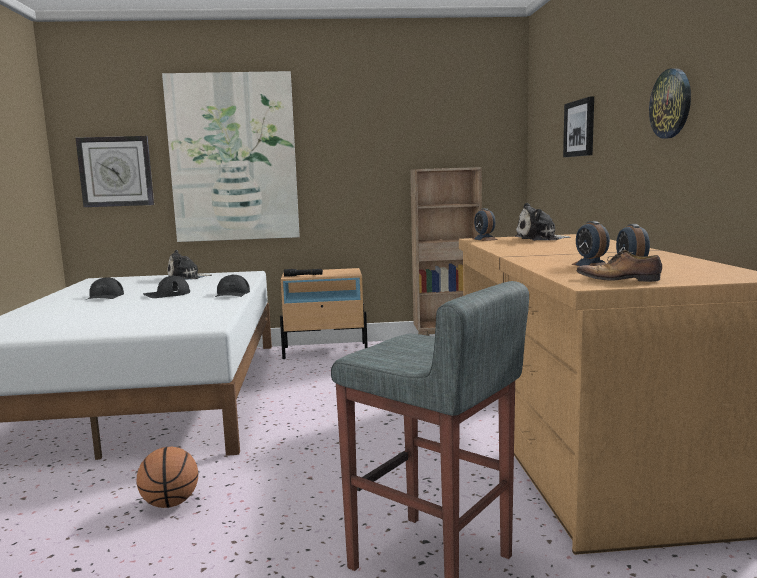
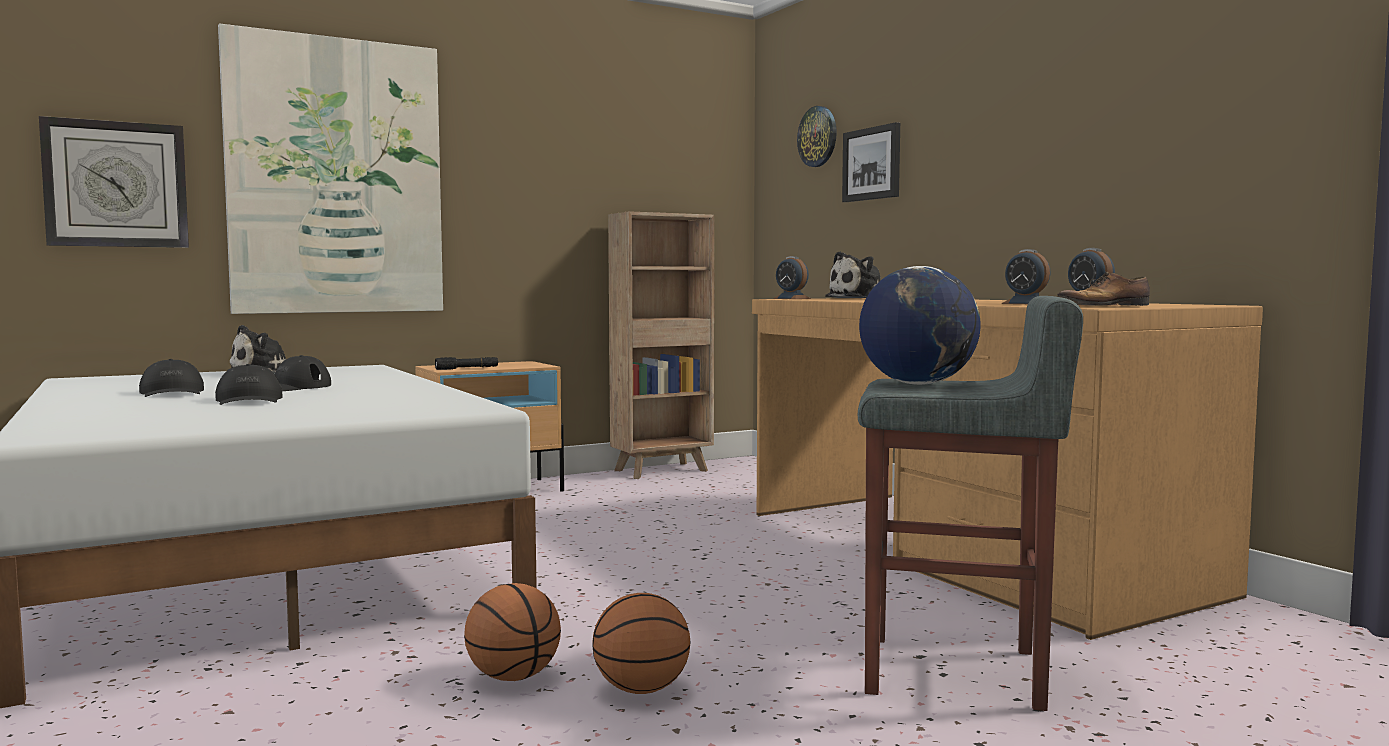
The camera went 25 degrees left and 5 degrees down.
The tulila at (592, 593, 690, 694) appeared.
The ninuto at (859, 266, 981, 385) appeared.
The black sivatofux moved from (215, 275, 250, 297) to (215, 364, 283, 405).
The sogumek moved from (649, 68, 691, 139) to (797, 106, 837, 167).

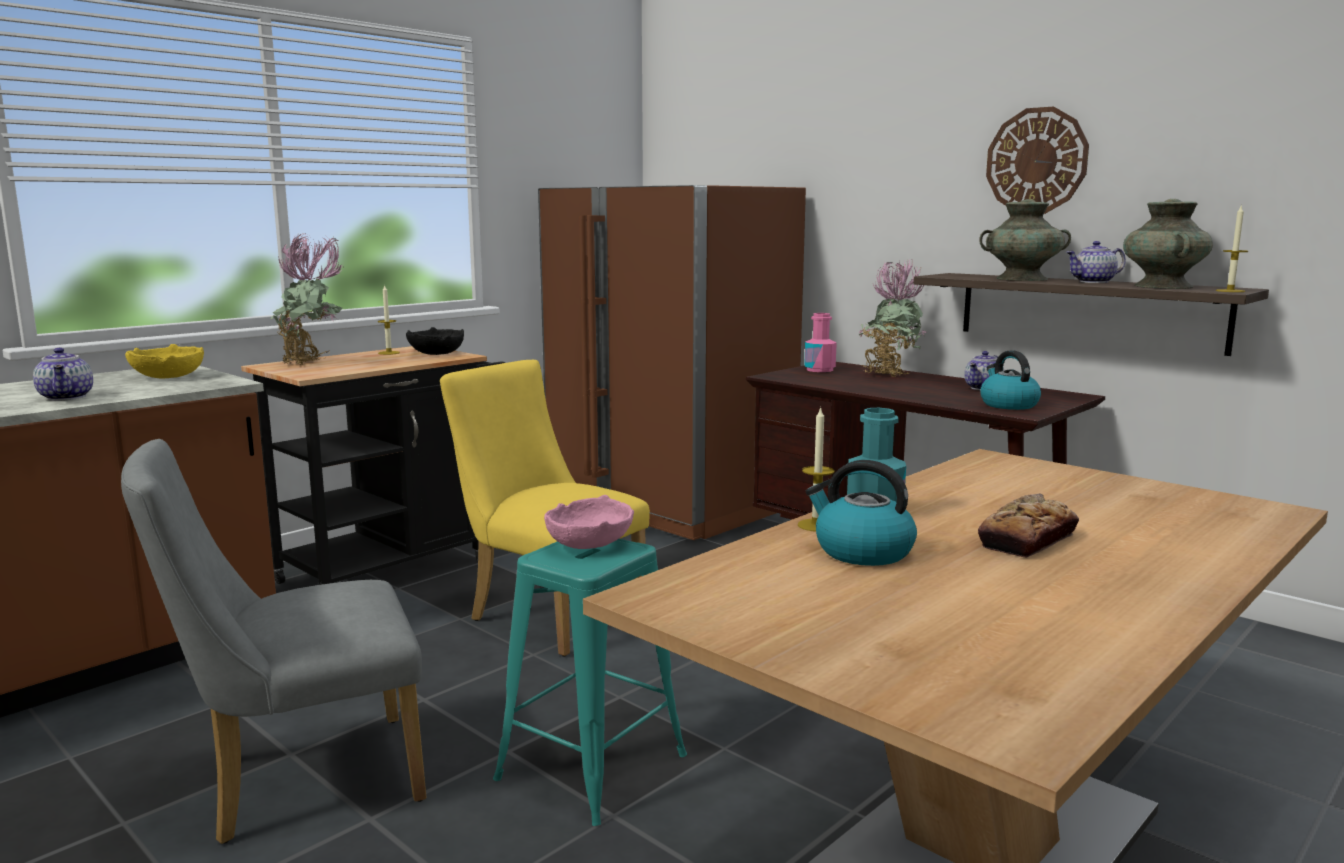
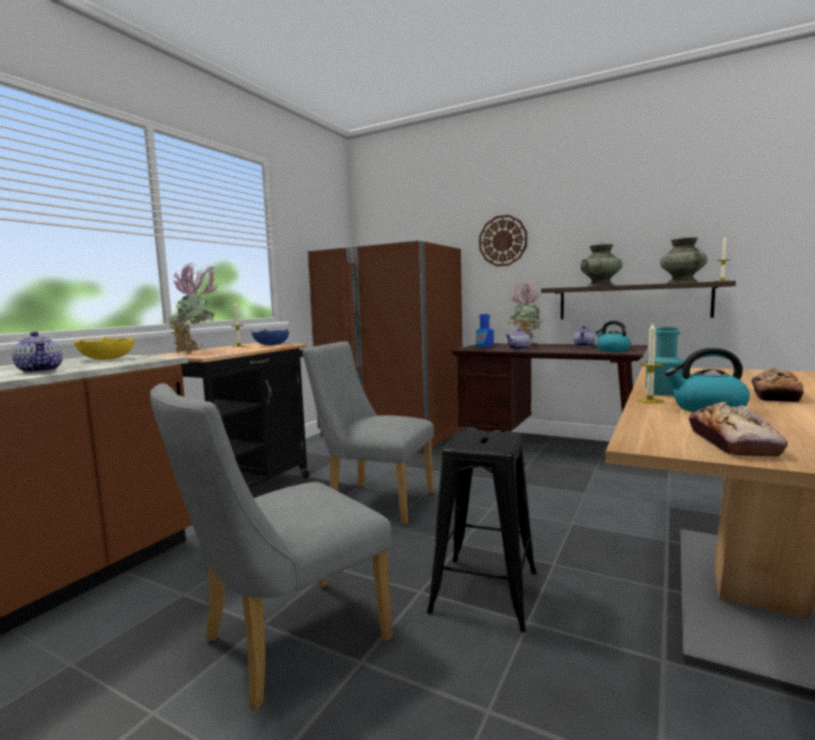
The camera went 15 degrees left and 5 degrees down.
The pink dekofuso at (544, 495, 634, 549) disappeared.
The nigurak at (689, 402, 788, 457) appeared.
The sogumek moved from (986, 107, 1089, 214) to (479, 215, 527, 267).
The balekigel moved from (1066, 241, 1126, 283) to (505, 329, 533, 350).
The black dekofuso at (406, 327, 464, 355) became the blue dekofuso at (251, 329, 289, 345).
The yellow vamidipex at (440, 360, 650, 657) became the grey vamidipex at (303, 341, 434, 525).
The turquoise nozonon at (493, 539, 687, 826) became the black nozonon at (427, 430, 537, 632).
The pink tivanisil at (804, 313, 837, 372) became the blue tivanisil at (476, 314, 494, 347).

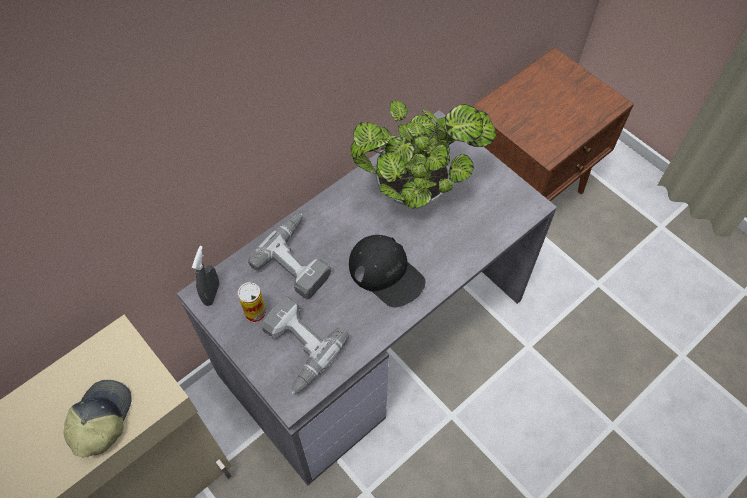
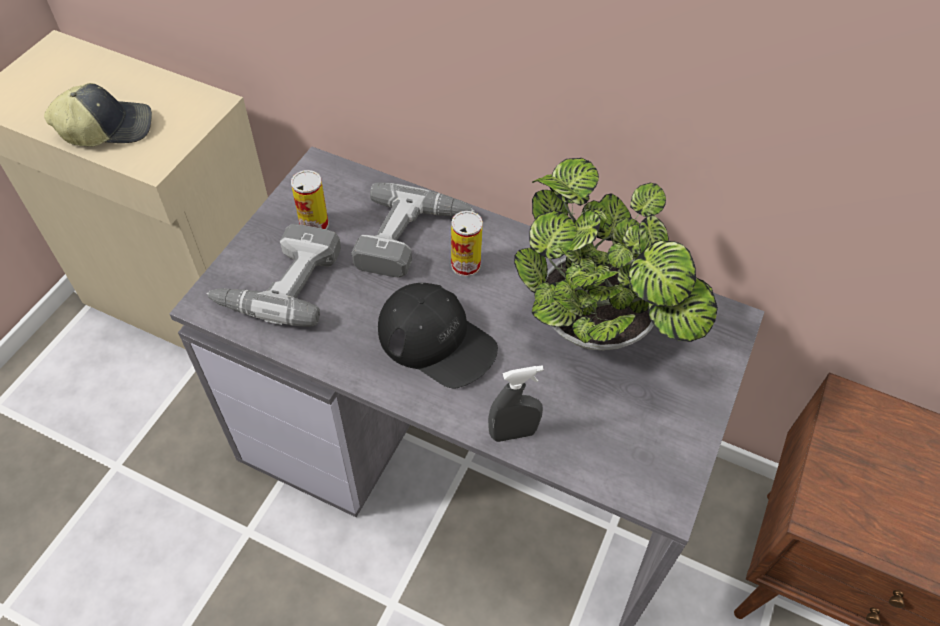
The camera went 65 degrees right and 5 degrees down.
The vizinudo at (451, 211, 483, 277) appeared.
The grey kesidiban moved from (192, 246, 219, 306) to (488, 365, 544, 442).
The black sivatofux at (349, 235, 425, 308) turned 75 degrees counterclockwise.

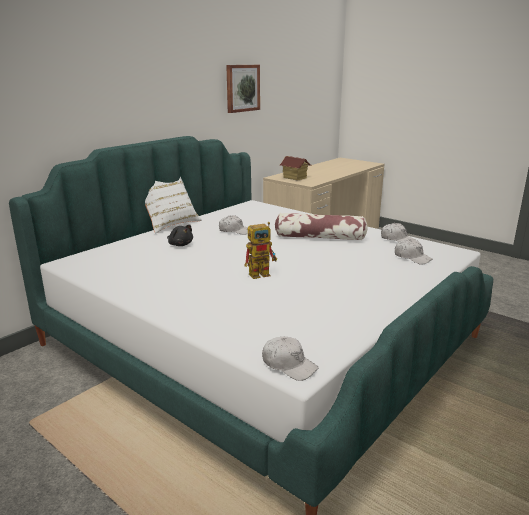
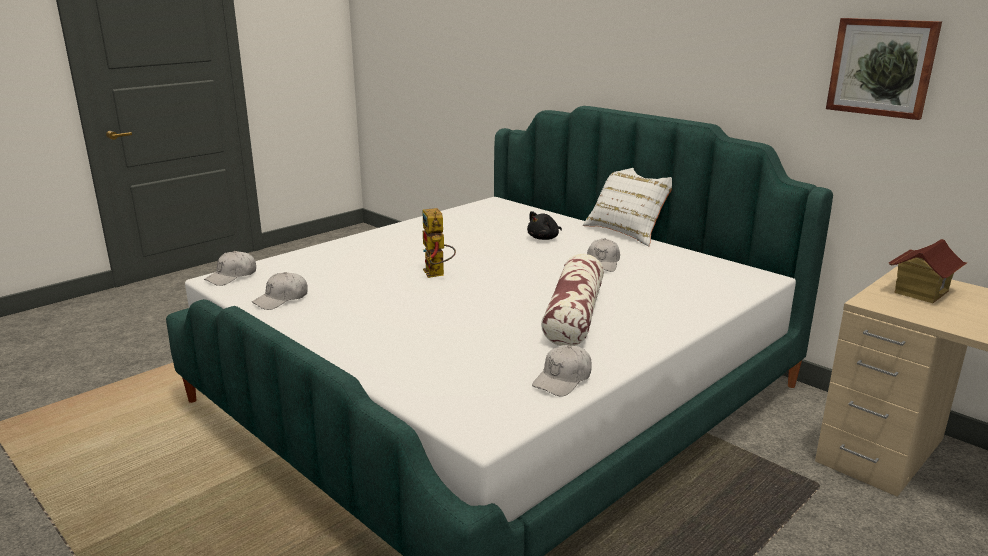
The camera went 95 degrees right and 0 degrees up.
The white sivatofux moved from (395, 239, 432, 265) to (252, 272, 307, 310).

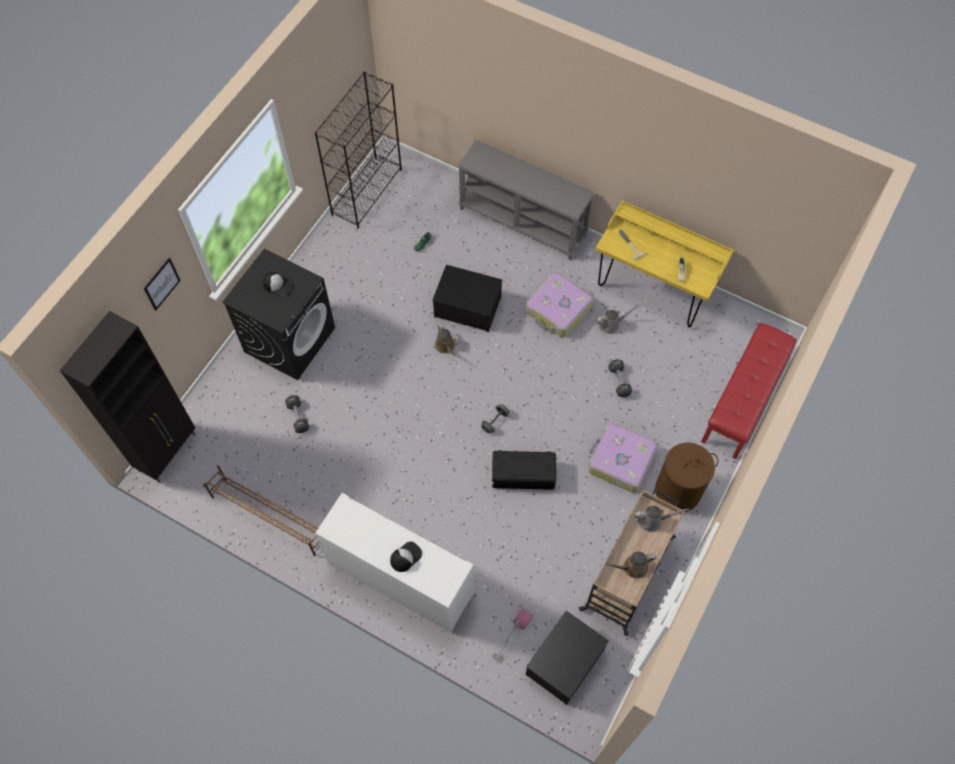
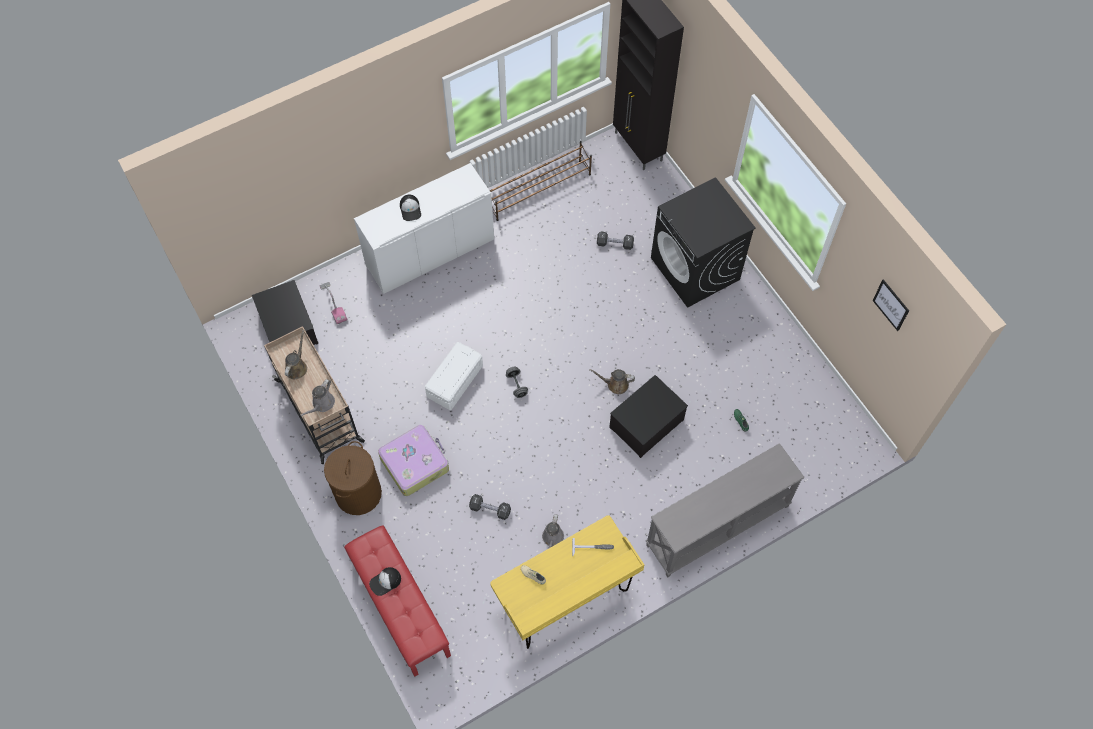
The camera went 120 degrees right and 0 degrees up.
The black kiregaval at (314, 71, 402, 229) disappeared.
The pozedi at (526, 273, 593, 337) disappeared.
The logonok moved from (143, 258, 181, 311) to (873, 279, 909, 331).
The sivatofux moved from (263, 272, 292, 297) to (369, 567, 401, 596).
The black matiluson at (492, 450, 556, 490) became the white matiluson at (425, 342, 483, 410).

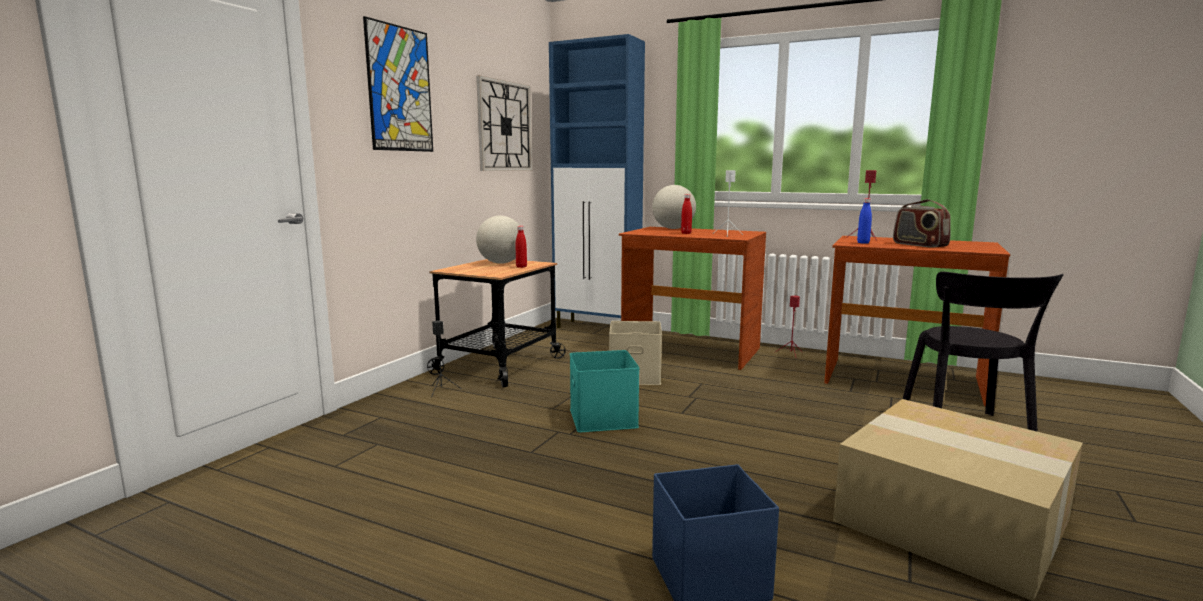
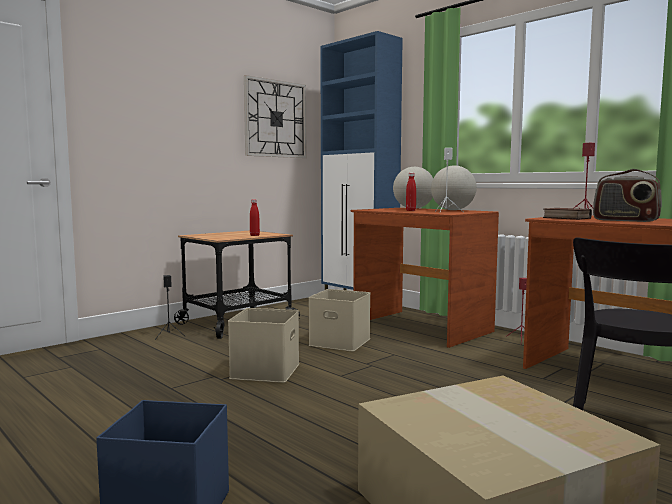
The camera went 20 degrees right and 5 degrees down.
The logonok at (363, 16, 433, 152) disappeared.
The ninuto moved from (476, 216, 520, 264) to (431, 165, 477, 210).
The blue tivanisil at (857, 198, 872, 244) was replaced by the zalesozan at (543, 208, 592, 220).
The turquoise matiluson at (570, 350, 640, 432) became the beige matiluson at (228, 308, 299, 383).
The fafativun at (893, 199, 951, 248) turned 45 degrees counterclockwise.

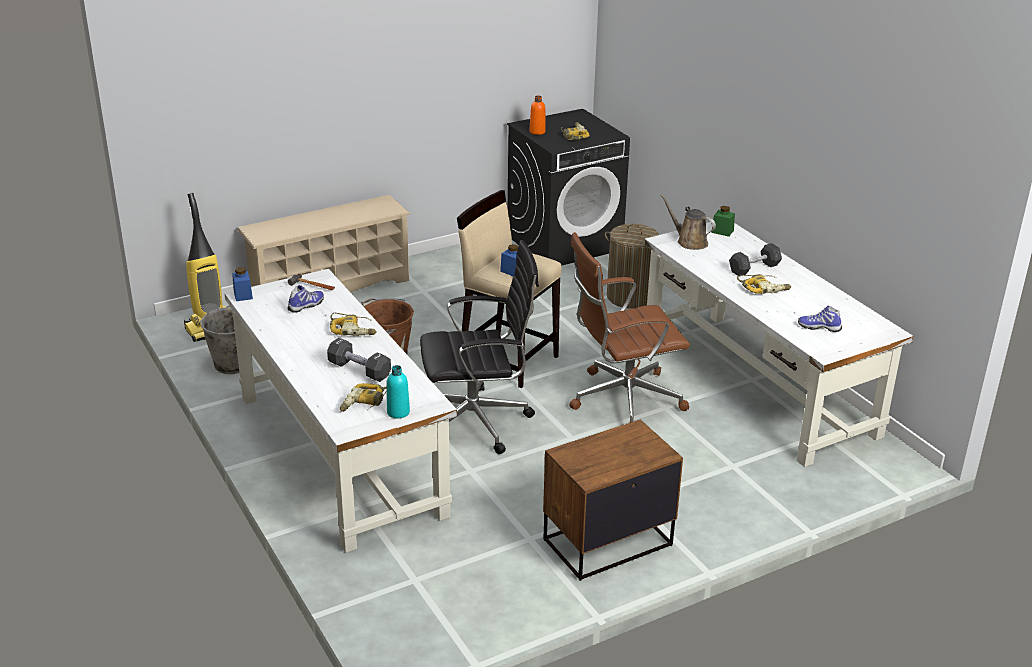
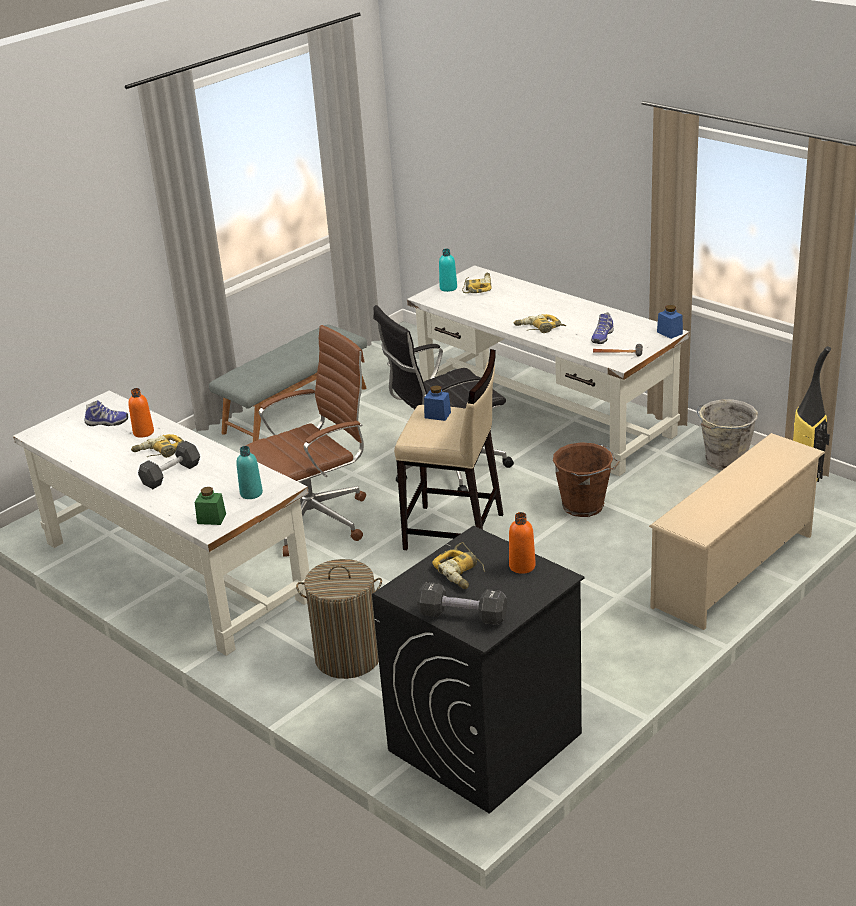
The camera went 165 degrees right and 0 degrees up.
The orange tivanisil at (128, 388, 154, 438) appeared.
The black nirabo moved from (327, 338, 391, 382) to (417, 582, 507, 625).
The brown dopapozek at (543, 419, 683, 581) was replaced by the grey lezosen at (209, 324, 367, 442).
The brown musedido at (660, 194, 716, 250) was replaced by the turquoise tivanisil at (236, 446, 263, 499).

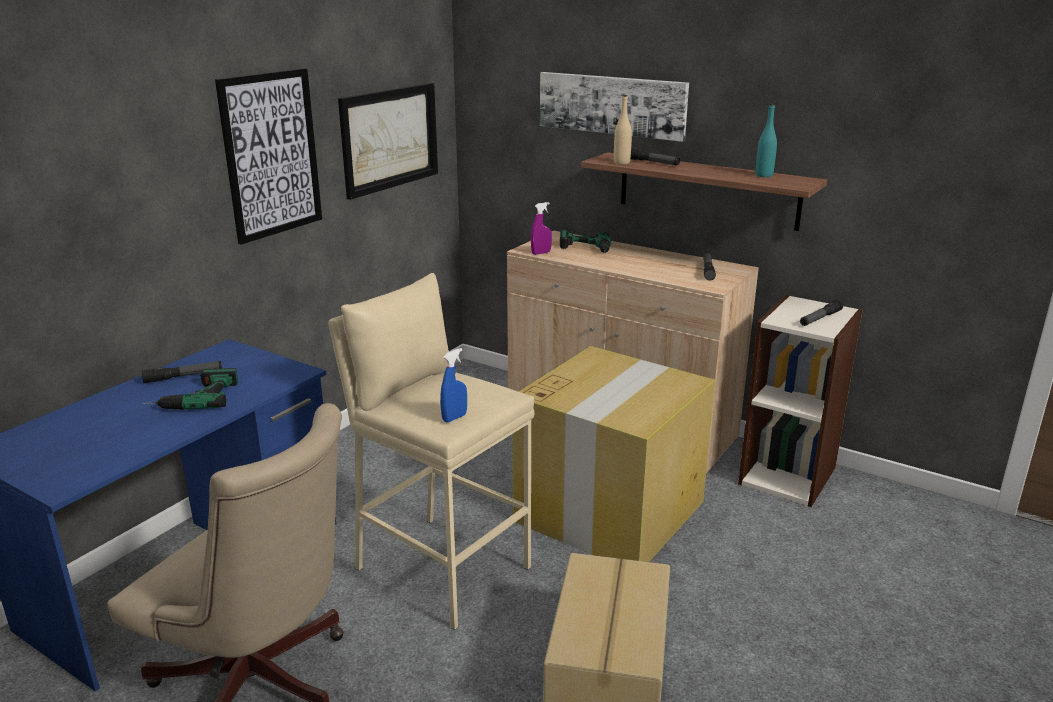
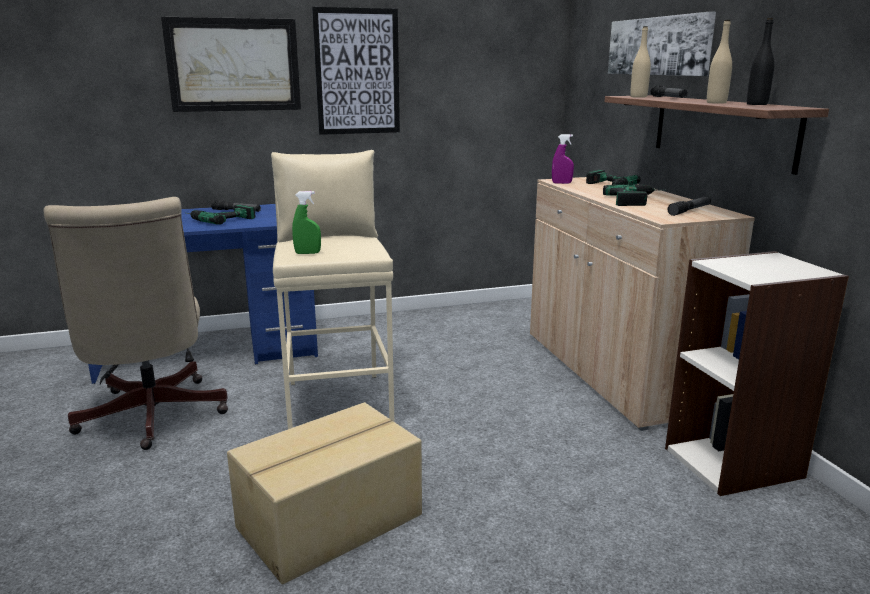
The camera went 40 degrees right and 5 degrees down.
The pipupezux at (513, 346, 715, 562) disappeared.
The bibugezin at (800, 300, 843, 326) disappeared.
The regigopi at (603, 184, 656, 206) appeared.
The beige tivanisil at (707, 20, 732, 104) appeared.
The logonok moved from (338, 83, 438, 200) to (161, 17, 301, 112).
The blue kesidiban at (440, 348, 467, 423) became the green kesidiban at (292, 191, 321, 254).
The turquoise tivanisil at (755, 104, 777, 177) became the black tivanisil at (747, 18, 774, 105).

